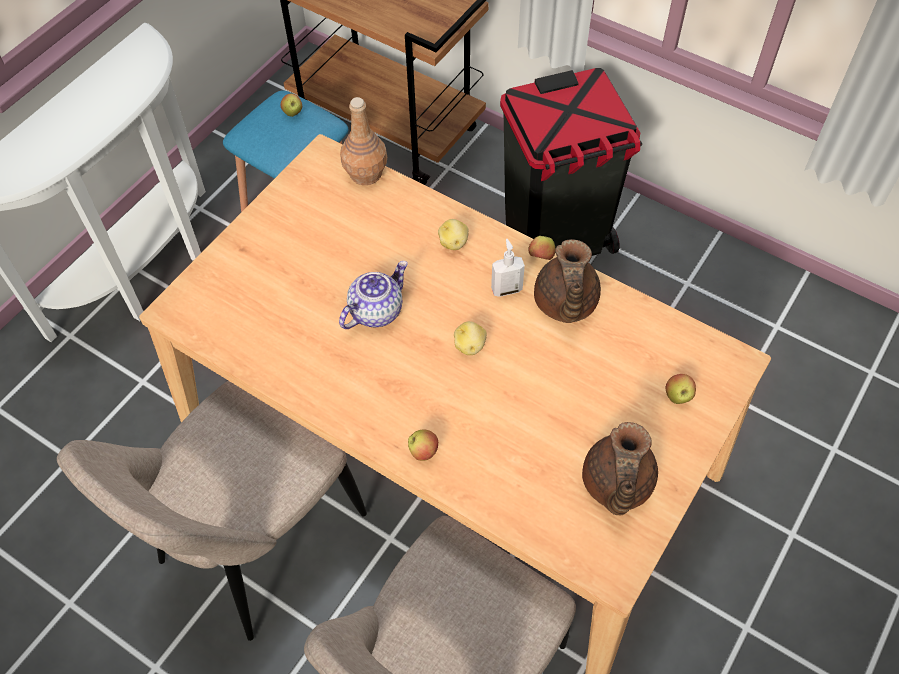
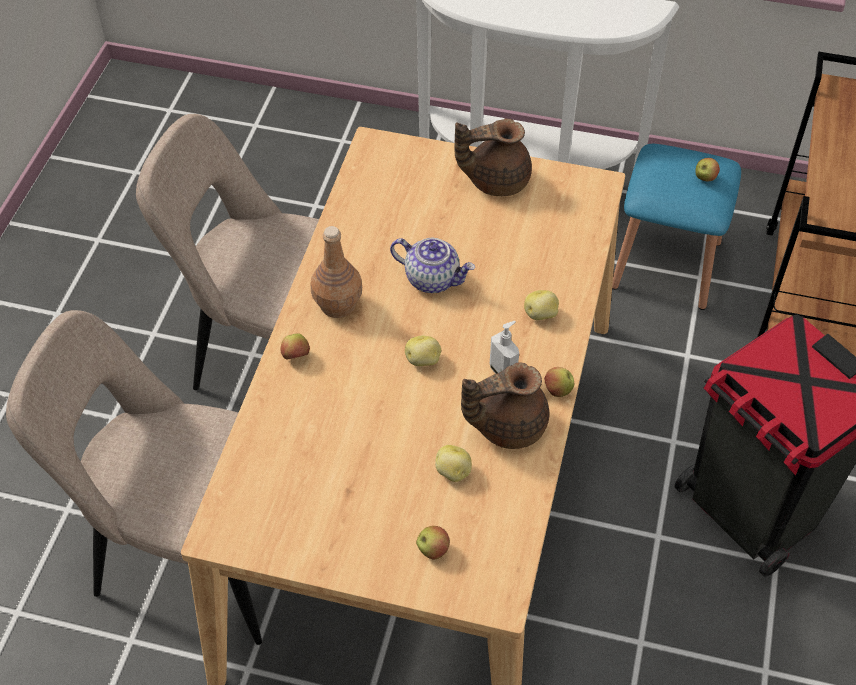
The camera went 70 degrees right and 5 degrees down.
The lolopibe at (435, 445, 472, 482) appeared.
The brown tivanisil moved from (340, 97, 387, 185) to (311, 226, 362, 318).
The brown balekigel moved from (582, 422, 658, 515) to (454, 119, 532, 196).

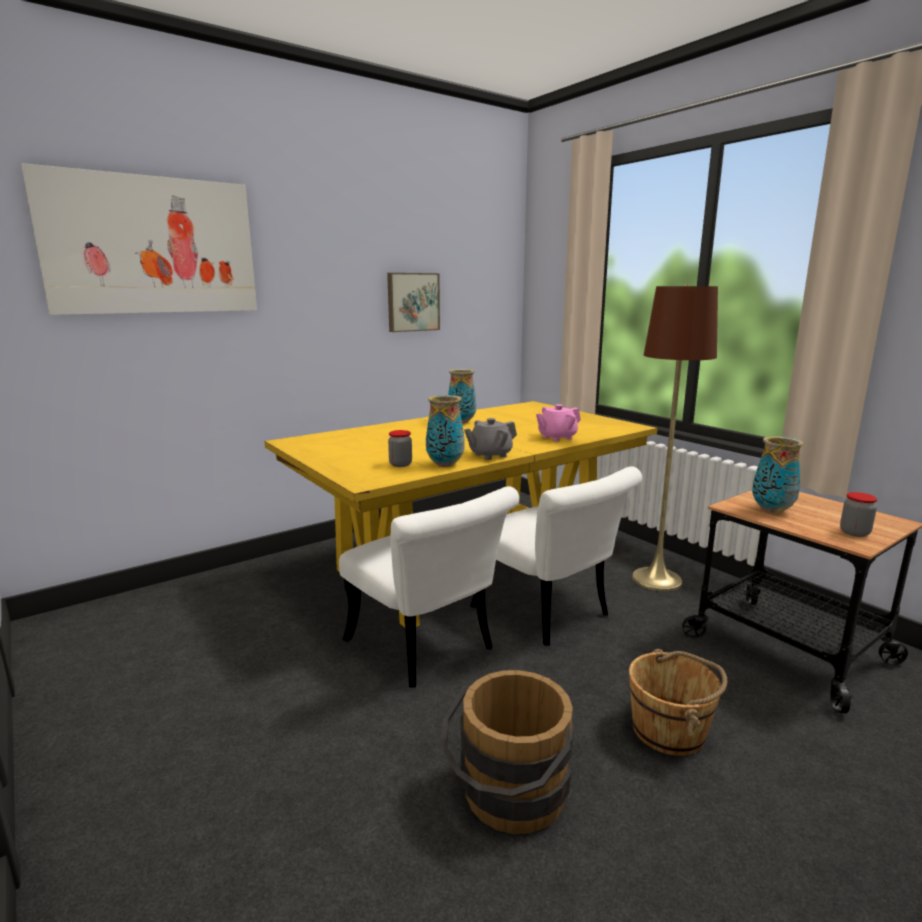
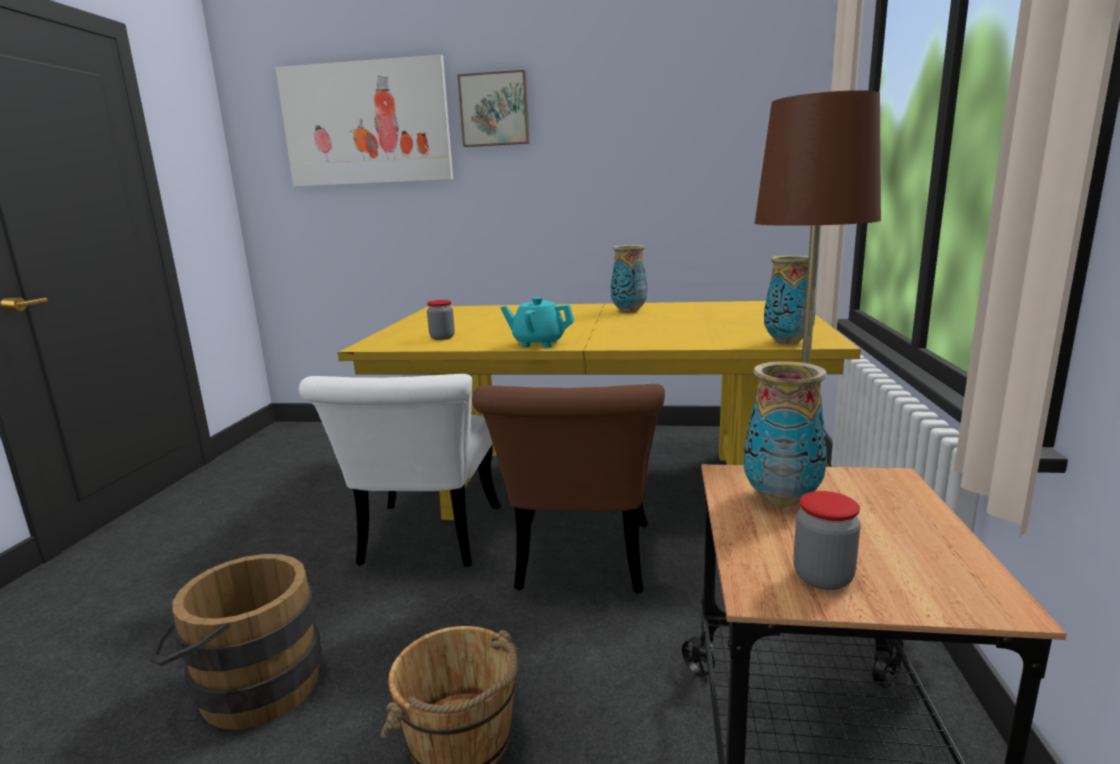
The camera went 45 degrees right and 0 degrees up.
The pink balekigel at (536, 404, 581, 442) disappeared.
The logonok moved from (387, 273, 440, 332) to (457, 70, 530, 147).
The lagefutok moved from (426, 395, 465, 467) to (764, 255, 816, 345).
The grey balekigel at (464, 418, 517, 460) became the turquoise balekigel at (500, 297, 575, 348).
The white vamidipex at (470, 466, 642, 646) became the brown vamidipex at (472, 384, 665, 594).

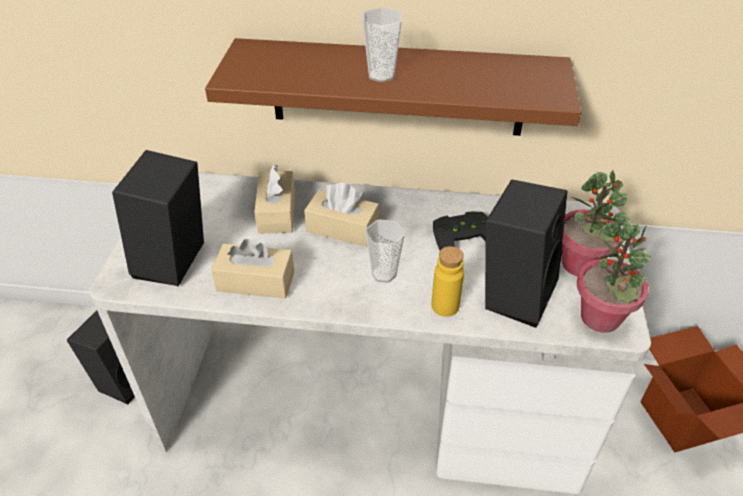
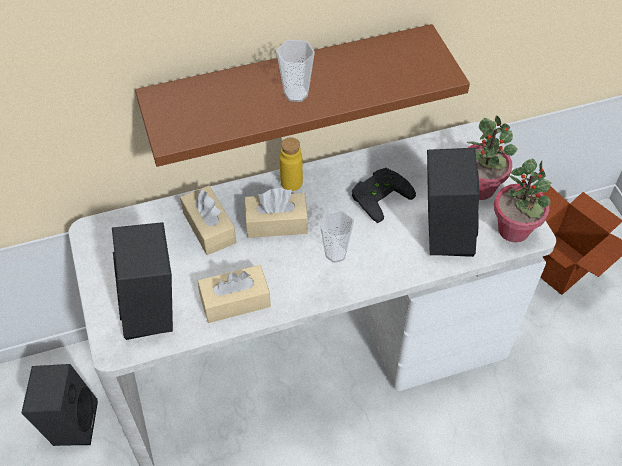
The camera went 25 degrees left and 10 degrees up.
The yellow tivanisil moved from (431, 246, 464, 317) to (280, 137, 303, 191).

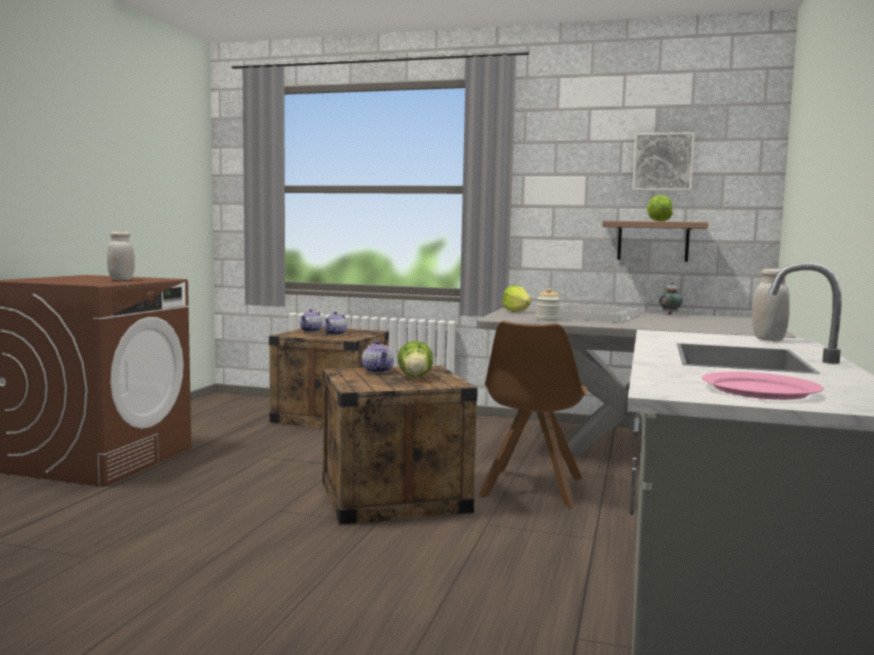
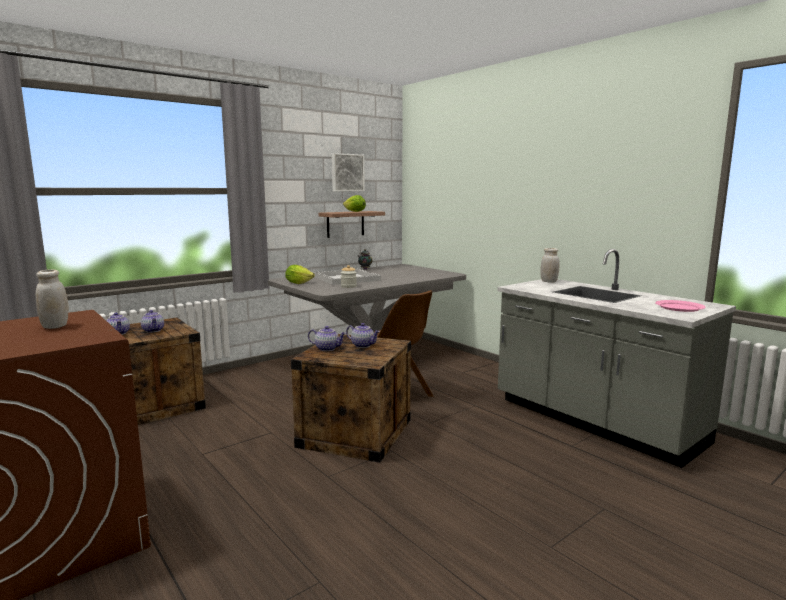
The camera went 55 degrees left and 5 degrees up.
The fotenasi at (398, 341, 433, 377) was replaced by the balekigel at (346, 323, 380, 348).

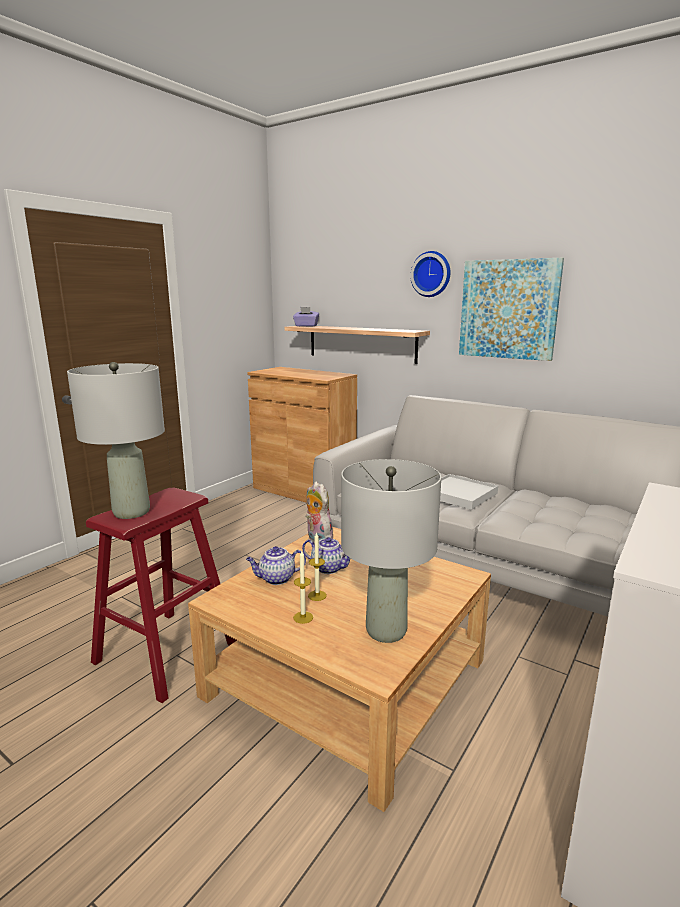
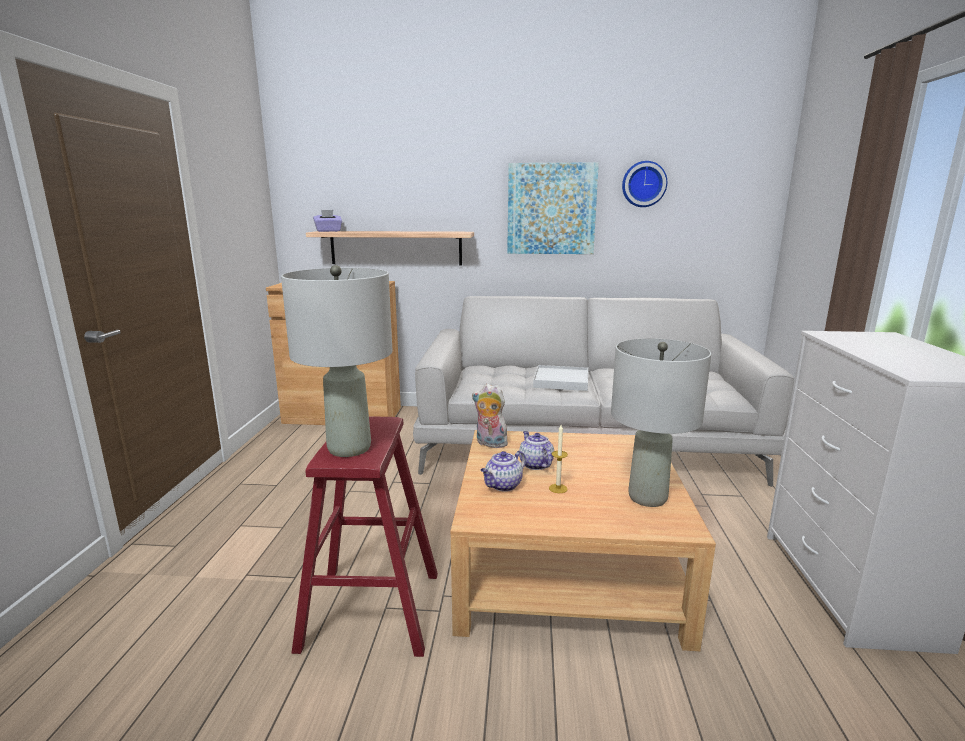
The camera went 30 degrees left and 0 degrees up.
The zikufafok at (293, 551, 313, 624) disappeared.
The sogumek moved from (410, 251, 450, 297) to (622, 161, 667, 207).
The balekigel at (302, 537, 350, 574) turned 105 degrees counterclockwise.

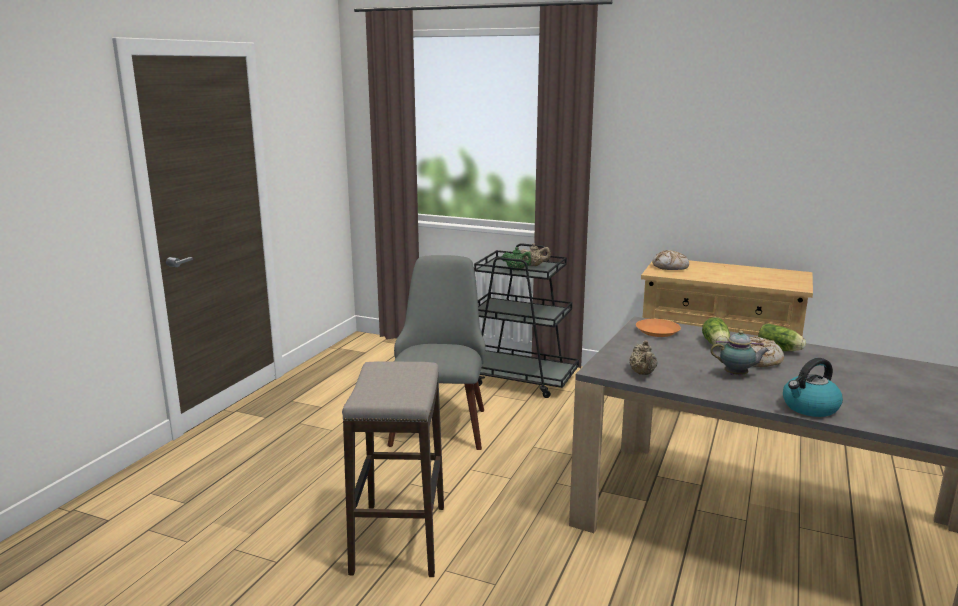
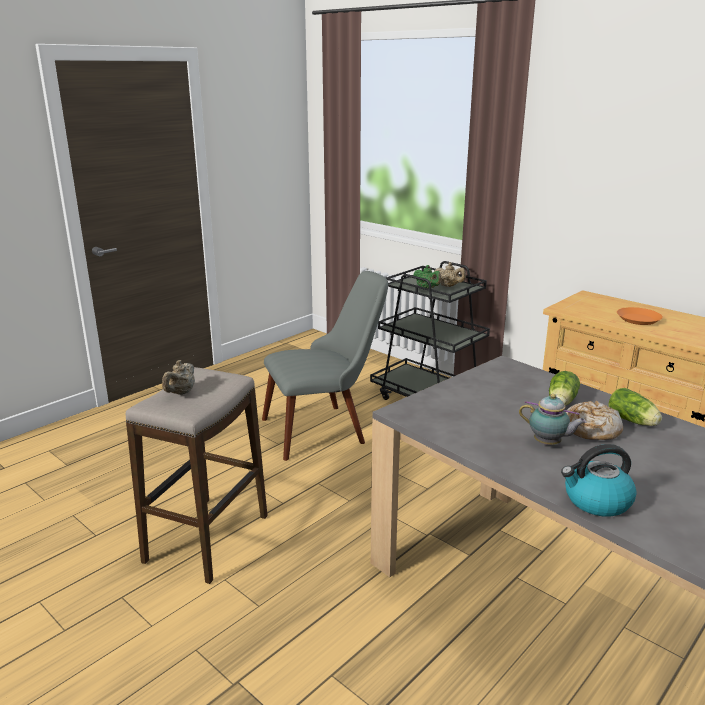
The camera went 20 degrees right and 5 degrees up.
The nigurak at (652, 250, 689, 270) disappeared.
The beige balekigel moved from (629, 340, 658, 375) to (162, 360, 195, 395).
The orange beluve moved from (636, 319, 681, 337) to (617, 307, 663, 325).
The grey vamidipex at (387, 255, 485, 450) turned 45 degrees clockwise.

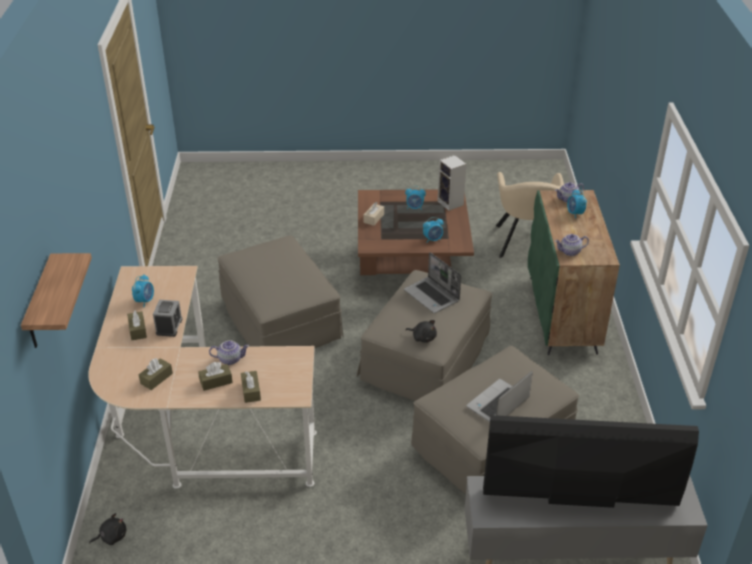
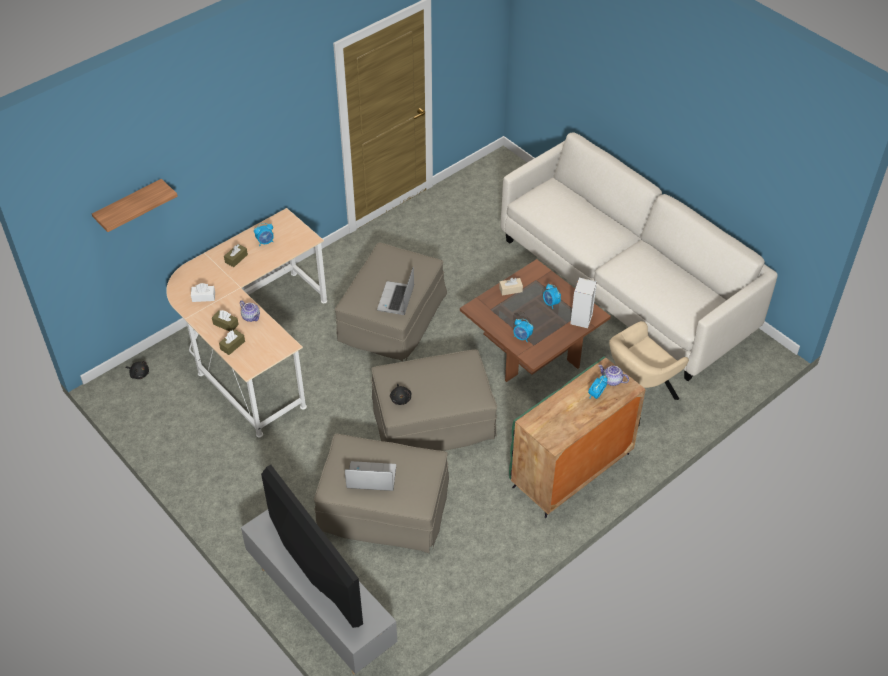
The camera went 50 degrees right and 10 degrees up.
The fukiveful at (153, 300, 182, 337) disappeared.
The balekigel at (555, 234, 589, 256) disappeared.
The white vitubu at (501, 133, 778, 381) appeared.
The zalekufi moved from (404, 252, 461, 313) to (377, 267, 414, 315).
The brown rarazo at (139, 358, 173, 390) became the white rarazo at (191, 283, 215, 302).

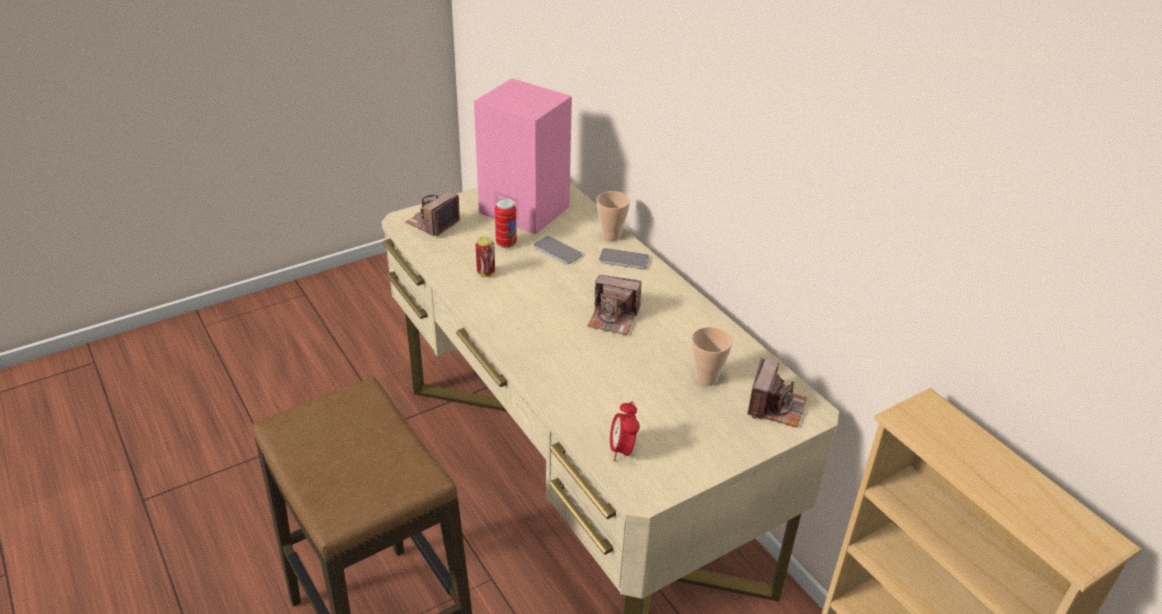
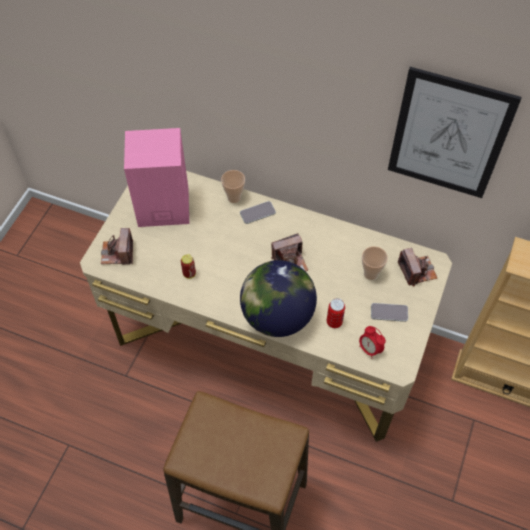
The camera went 35 degrees left and 20 degrees up.
The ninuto at (240, 260, 317, 337) appeared.
The logonok at (388, 67, 522, 198) appeared.
The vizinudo moved from (495, 198, 517, 248) to (327, 298, 345, 328).
The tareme moved from (533, 236, 582, 264) to (371, 303, 408, 322).

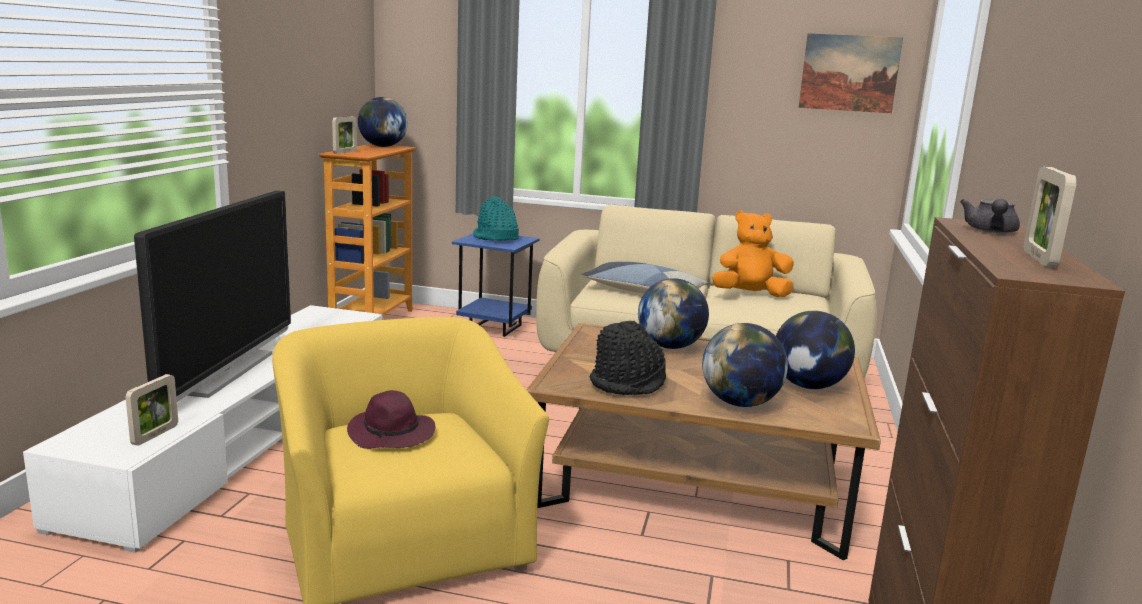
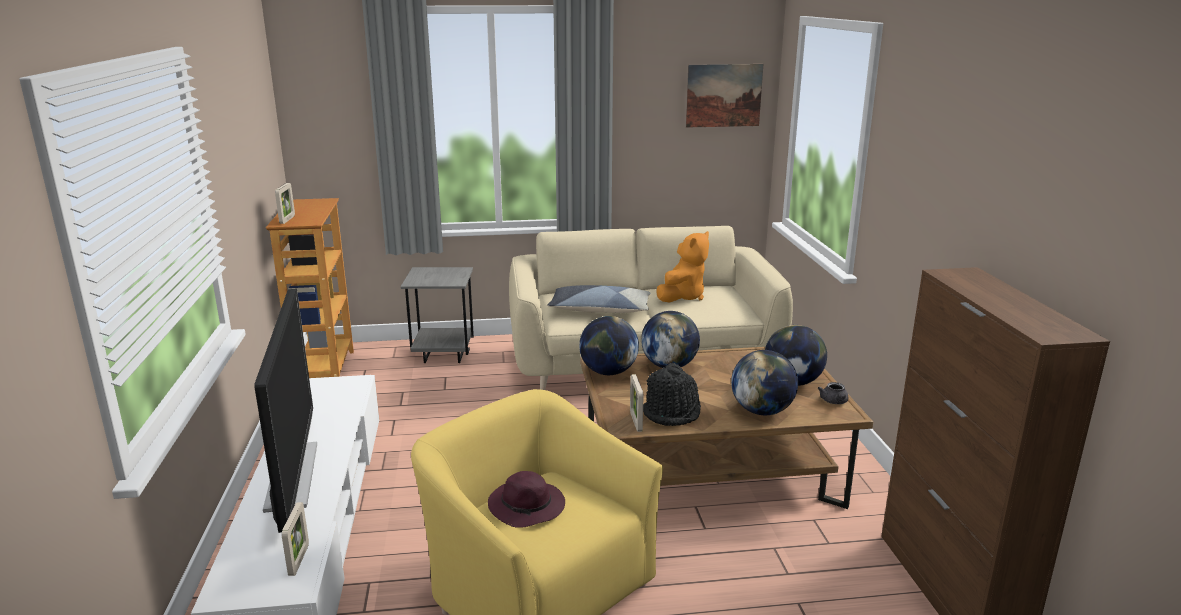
The camera went 20 degrees left and 5 degrees up.
The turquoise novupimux at (473, 196, 519, 241) disappeared.
The ninuto moved from (358, 97, 408, 147) to (579, 316, 639, 375).
The grey balekigel moved from (960, 198, 1020, 233) to (818, 382, 848, 404).
The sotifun moved from (1024, 166, 1077, 267) to (630, 374, 643, 432).
The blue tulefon at (452, 234, 540, 337) became the grey tulefon at (400, 267, 474, 363).
The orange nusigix at (712, 210, 793, 297) turned 150 degrees clockwise.

